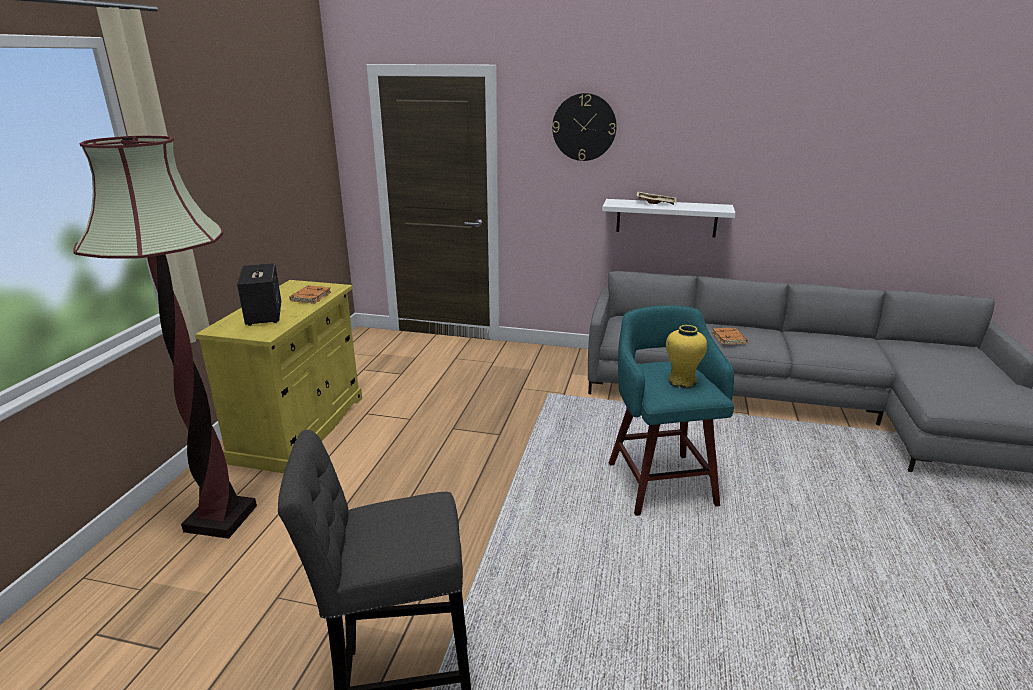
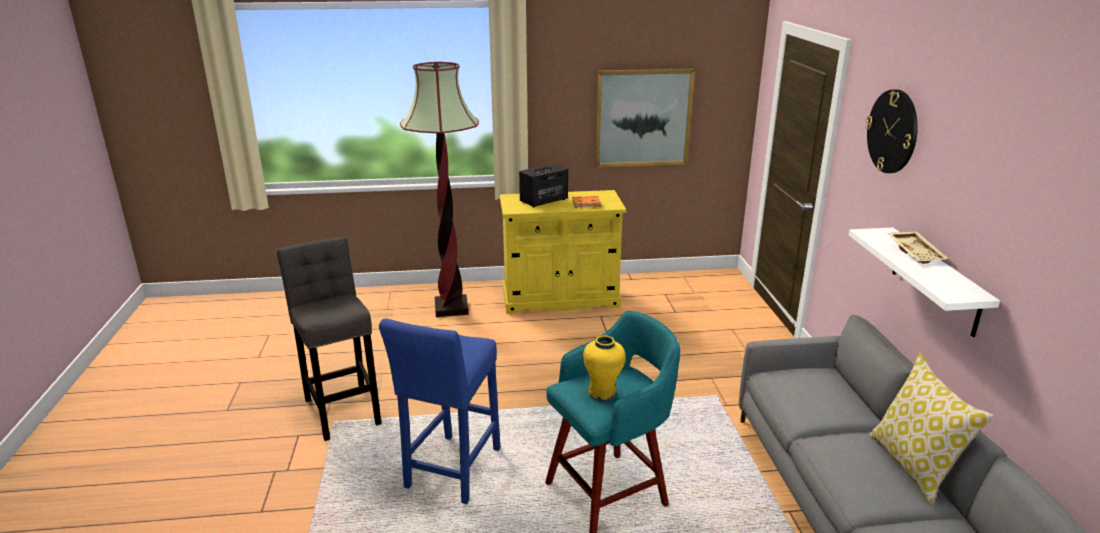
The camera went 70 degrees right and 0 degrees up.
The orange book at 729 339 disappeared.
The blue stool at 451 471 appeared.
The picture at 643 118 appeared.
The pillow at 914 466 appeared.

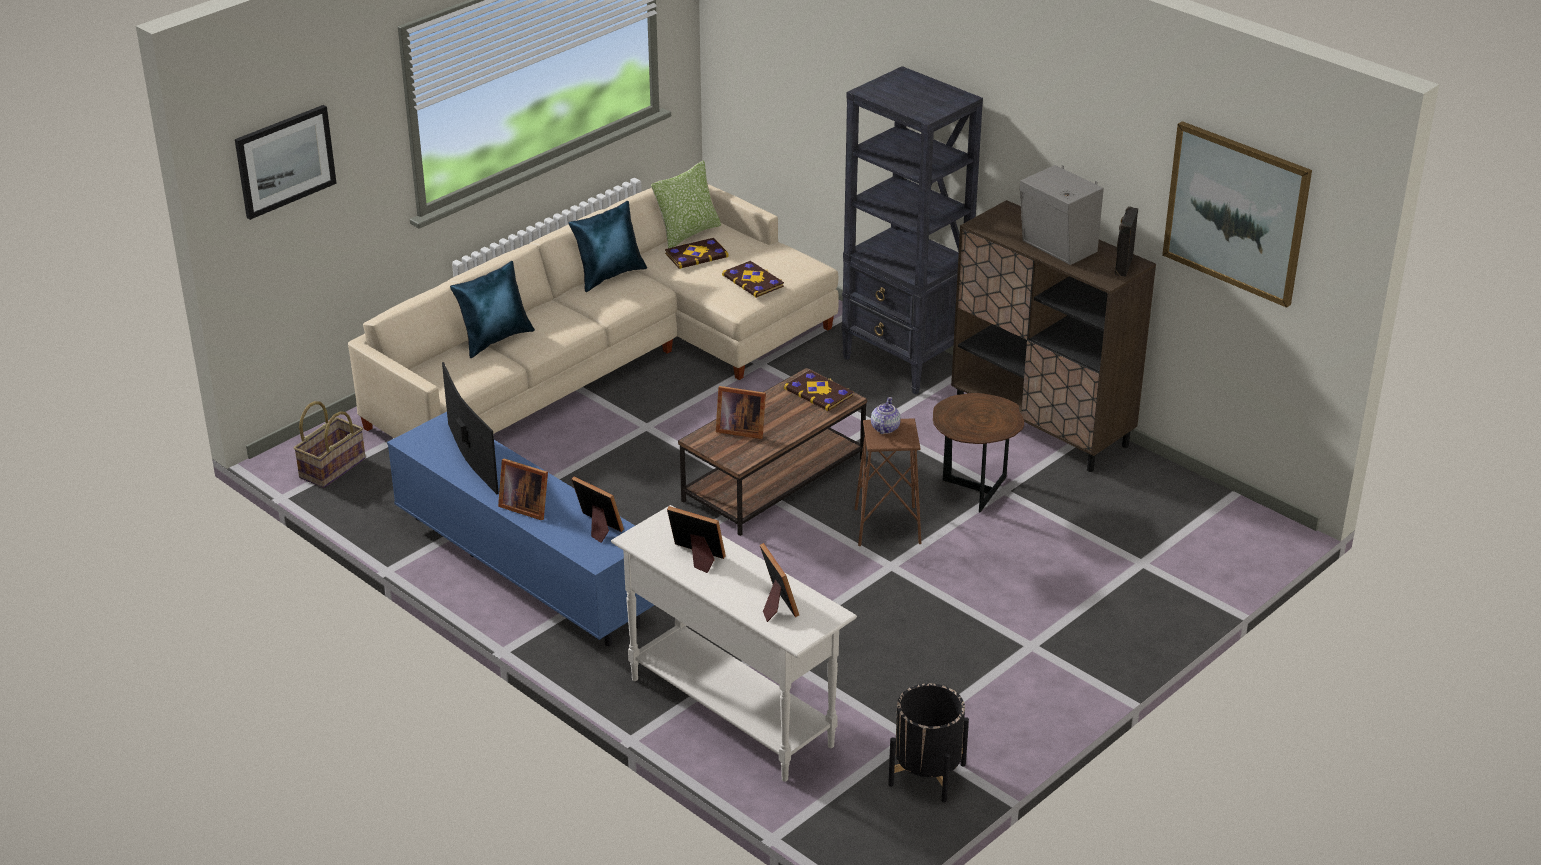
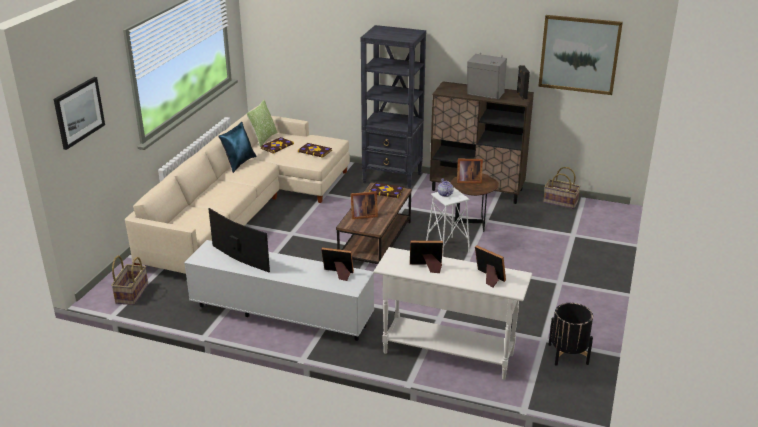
The camera went 25 degrees left and 5 degrees down.
The blue pillow at 495 339 disappeared.
The basket at 560 202 appeared.
The picture frame moved from 524 506 to 467 180.
The blue tv stand at 524 569 became the white tv stand at 281 315.
The brown stool at 886 526 became the white stool at 447 248.

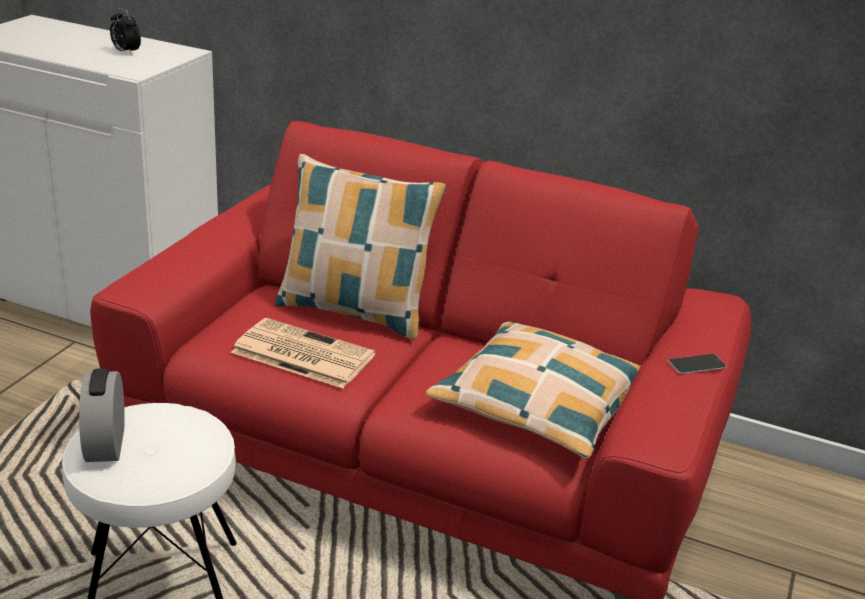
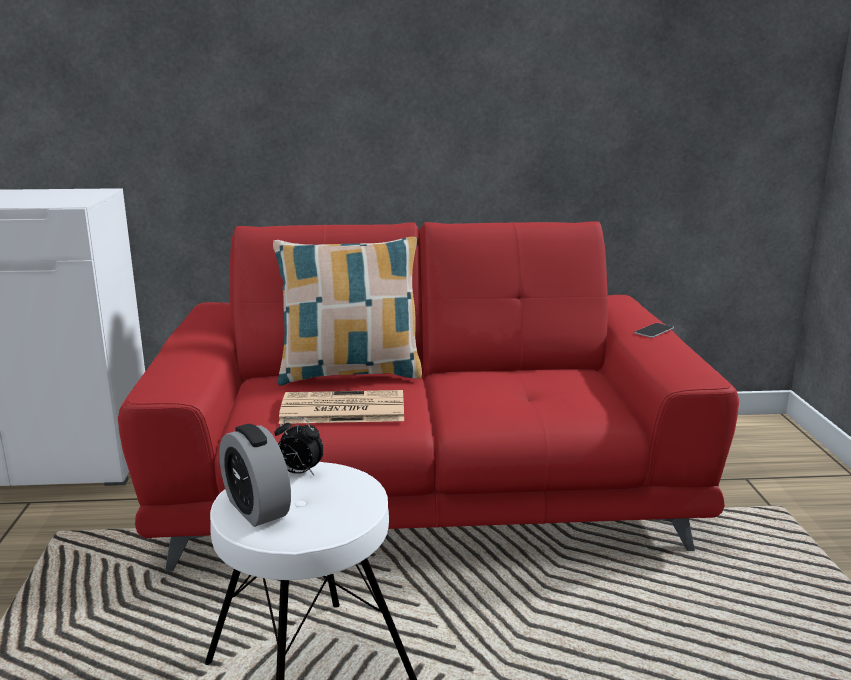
The camera went 25 degrees left and 10 degrees down.
The pillow at 539 403 disappeared.
The alarm clock moved from 126 52 to 299 472.

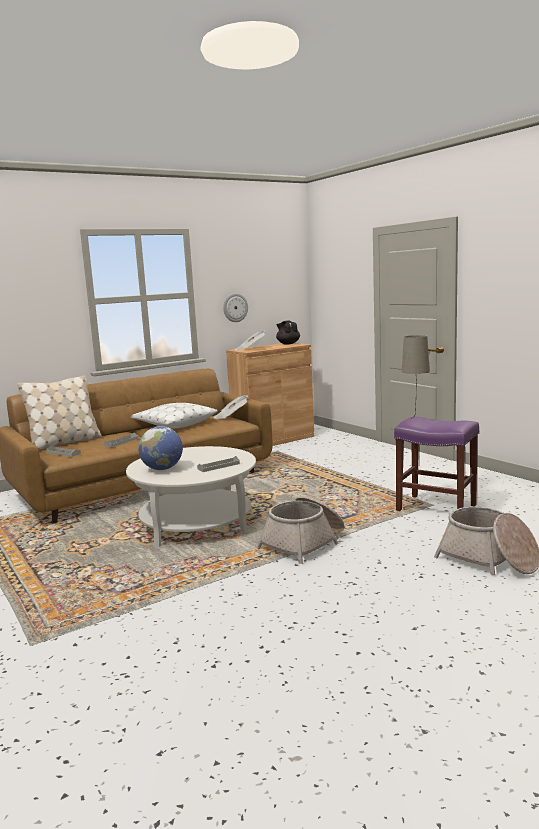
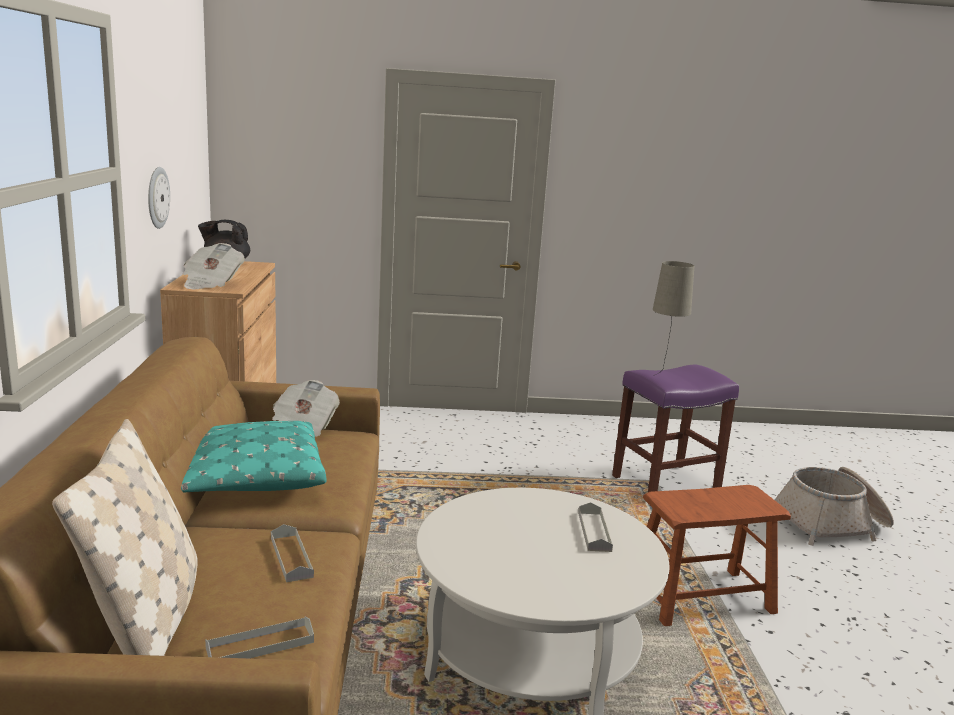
The camera went 60 degrees left and 5 degrees up.
The globe at 162 469 disappeared.
The basket at 304 543 was replaced by the brown stool at 700 597.
The white pillow at 173 424 became the turquoise pillow at 249 476.

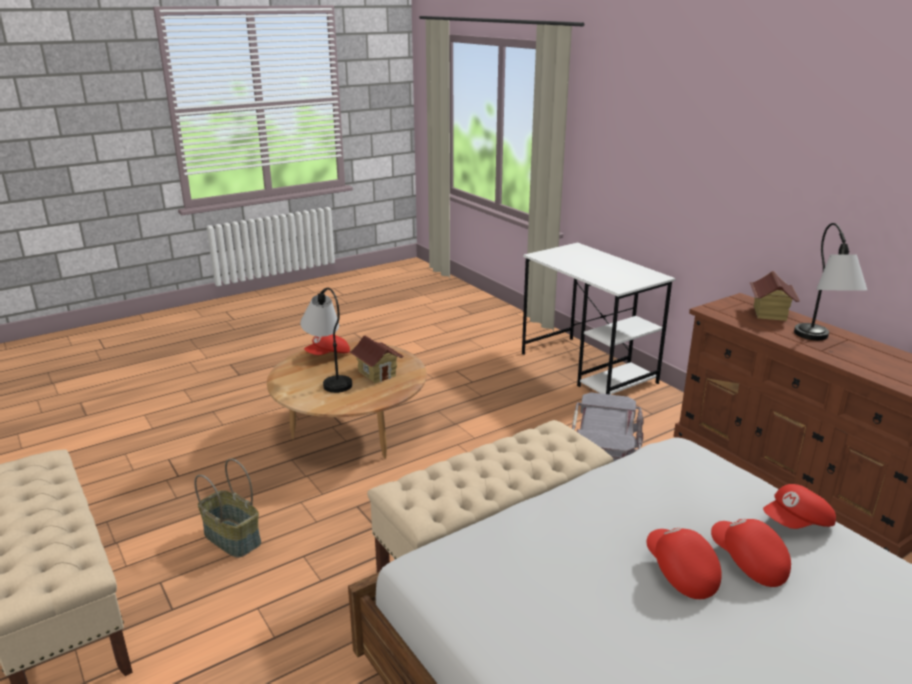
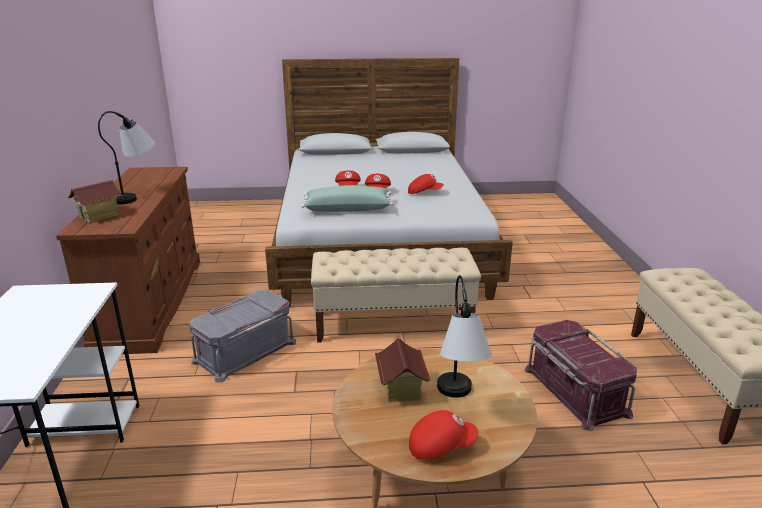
The camera went 150 degrees left and 0 degrees up.
The green pillow at 348 209 appeared.
The red cap moved from 797 523 to 424 192.
The basket at 233 538 was replaced by the red storage box at 574 391.

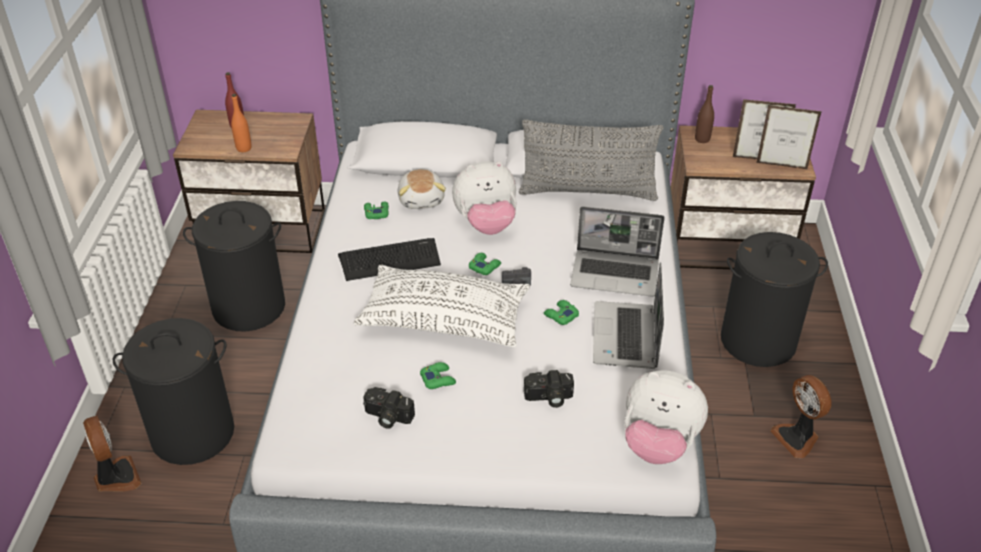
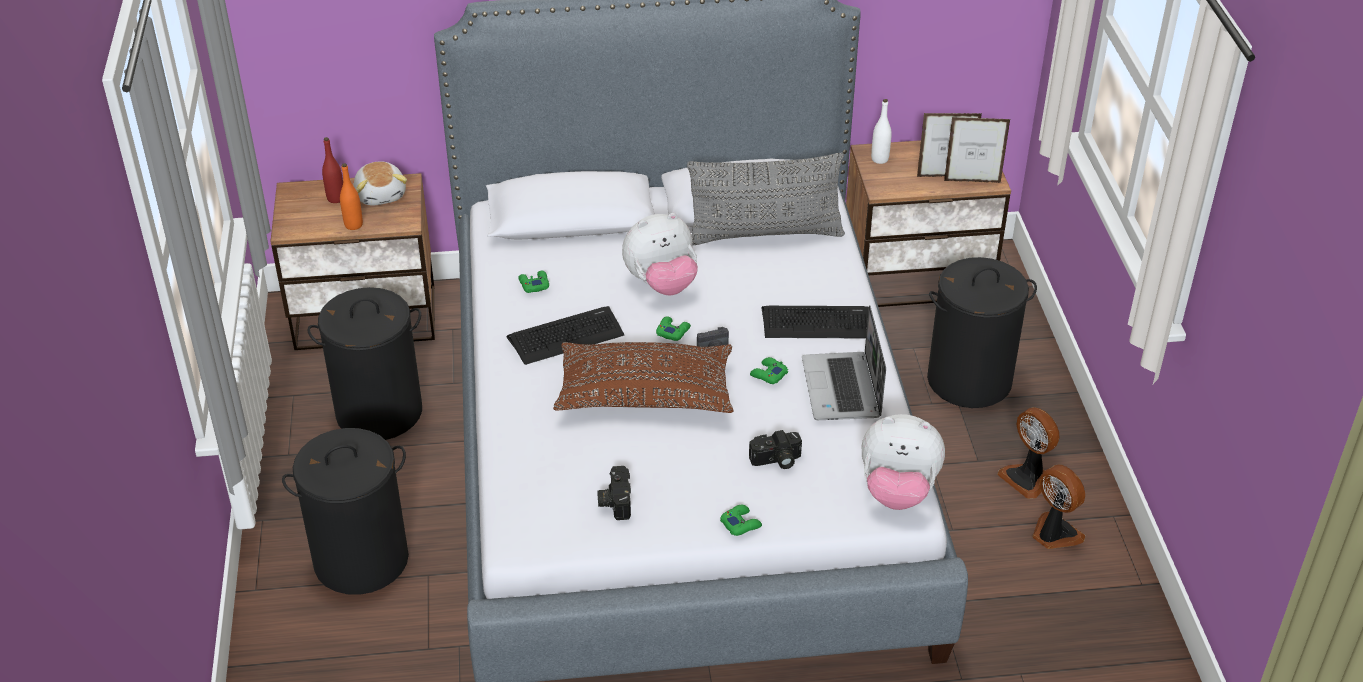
The camera went 10 degrees left and 0 degrees up.
The fan moved from 116 477 to 1054 534.
The plush toy moved from 422 199 to 381 194.
The green game controller moved from 438 379 to 740 523.
The laptop at 616 274 was replaced by the keyboard at 817 323.
The white pillow at 444 320 became the brown pillow at 645 394.
The brown bottle at 702 139 became the white bottle at 879 159.
The photo camera at 387 417 turned 75 degrees clockwise.

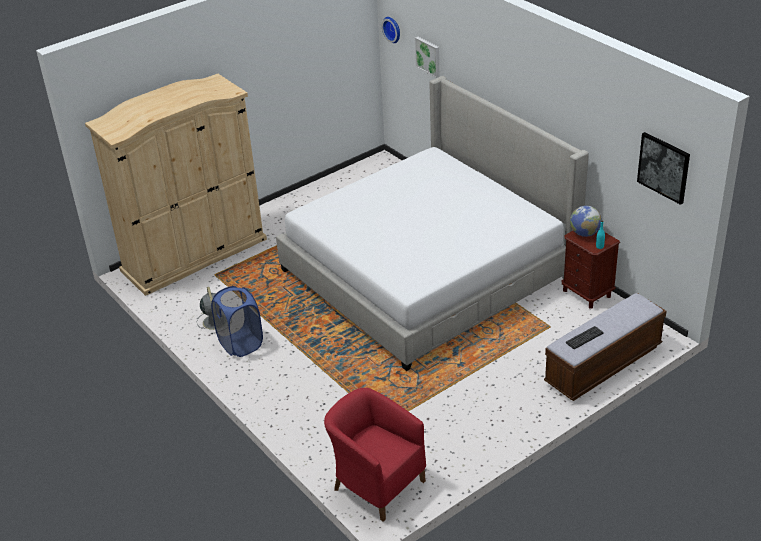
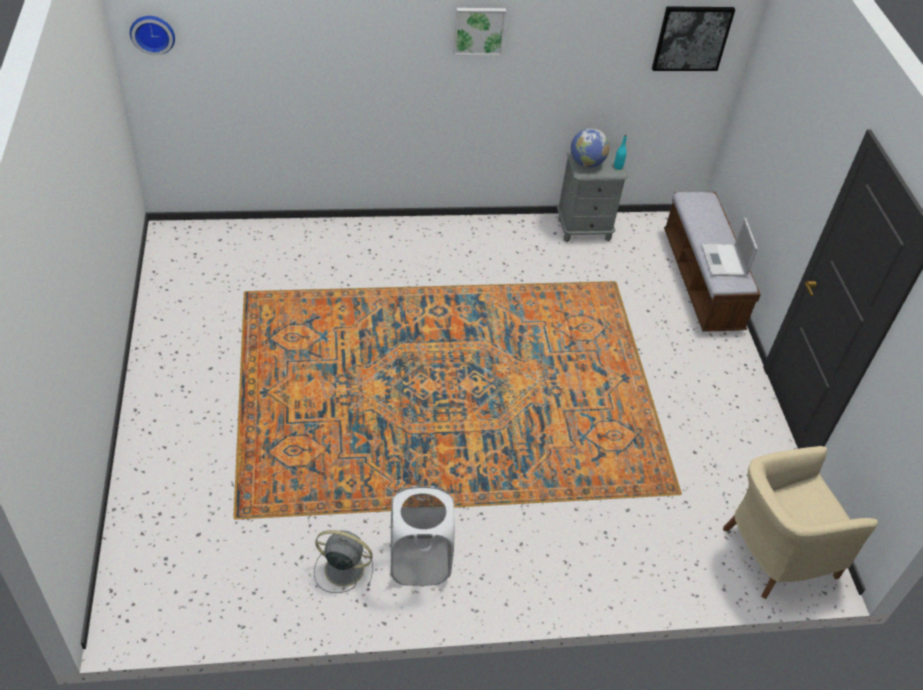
The camera went 65 degrees left and 10 degrees up.
The beige wardrobe at 194 254 disappeared.
The bed at 427 272 disappeared.
The picture moved from 428 56 to 479 30.
The keyboard at 584 338 was replaced by the laptop at 724 261.
The blue laundry basket at 240 344 became the white laundry basket at 419 562.
The red armchair at 376 483 became the beige armchair at 774 553.
The brown nightstand at 587 293 became the grey nightstand at 584 229.

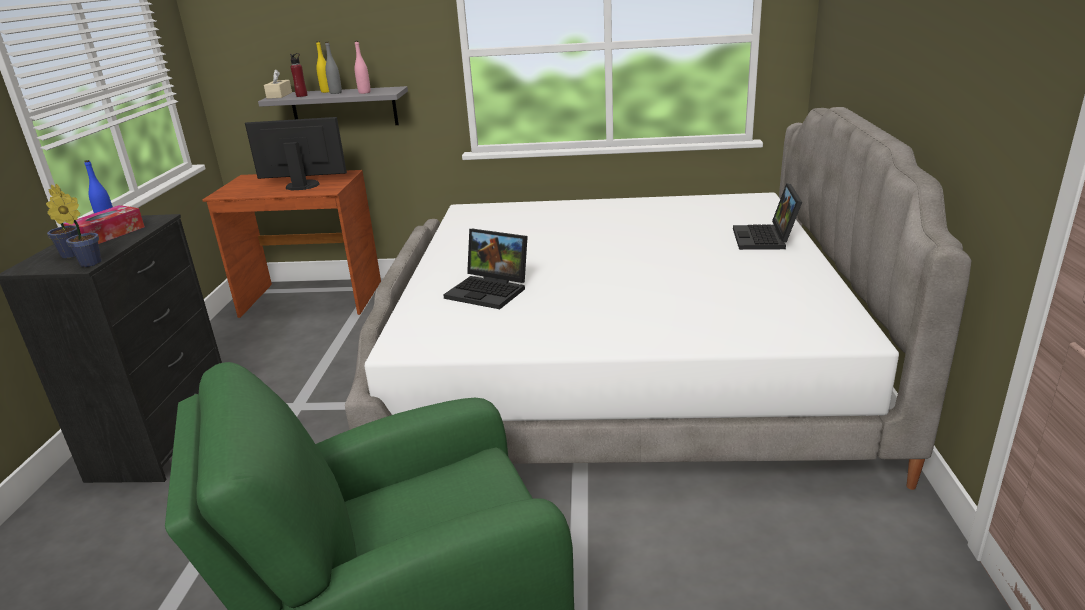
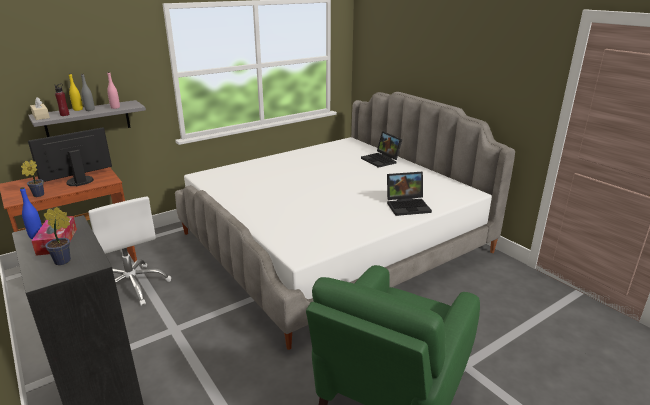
The camera went 40 degrees left and 0 degrees up.
The white office chair at 132 286 appeared.
The potted plant moved from 88 264 to 37 195.
The laptop moved from 490 291 to 408 206.

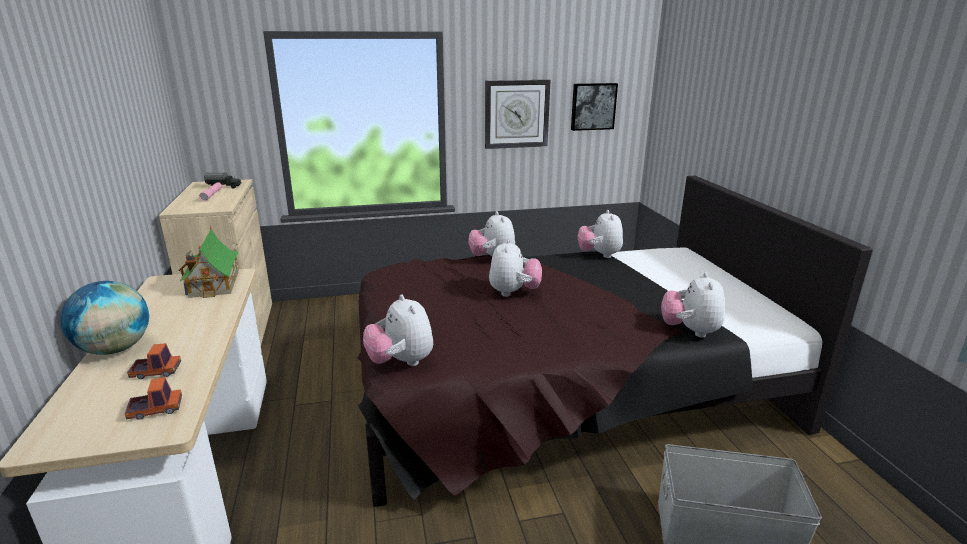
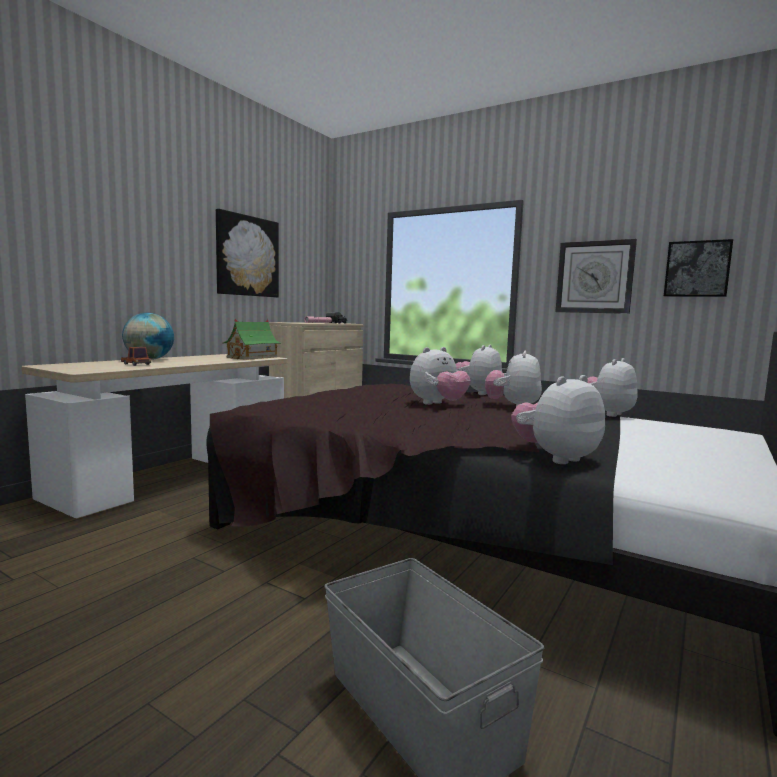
The camera went 45 degrees right and 15 degrees down.
The toy truck at 156 410 disappeared.
The picture at 247 256 appeared.
The plush toy moved from 401 362 to 512 406.

